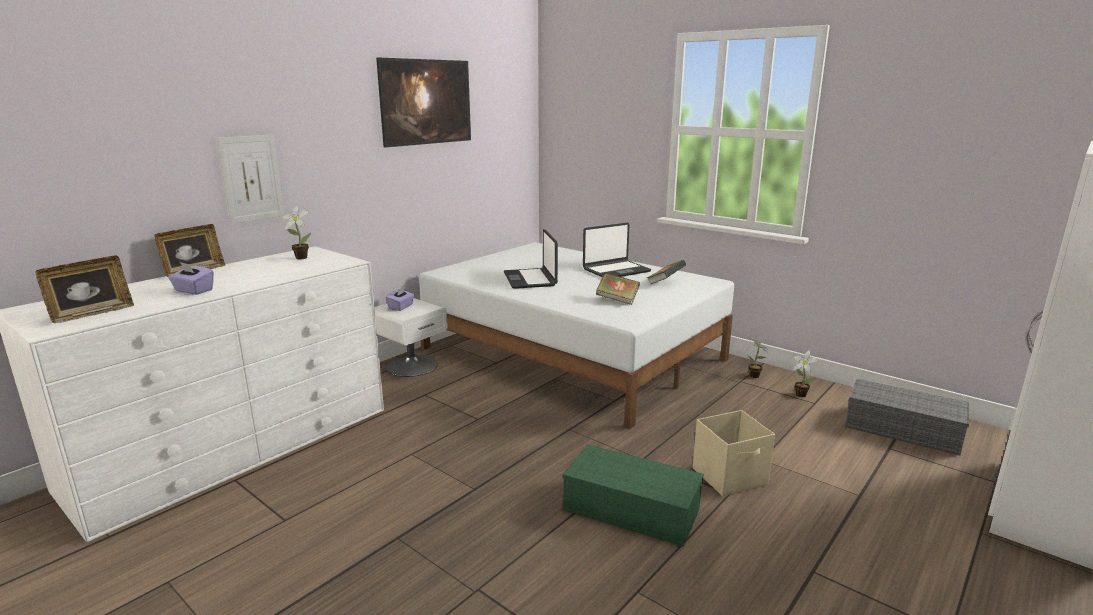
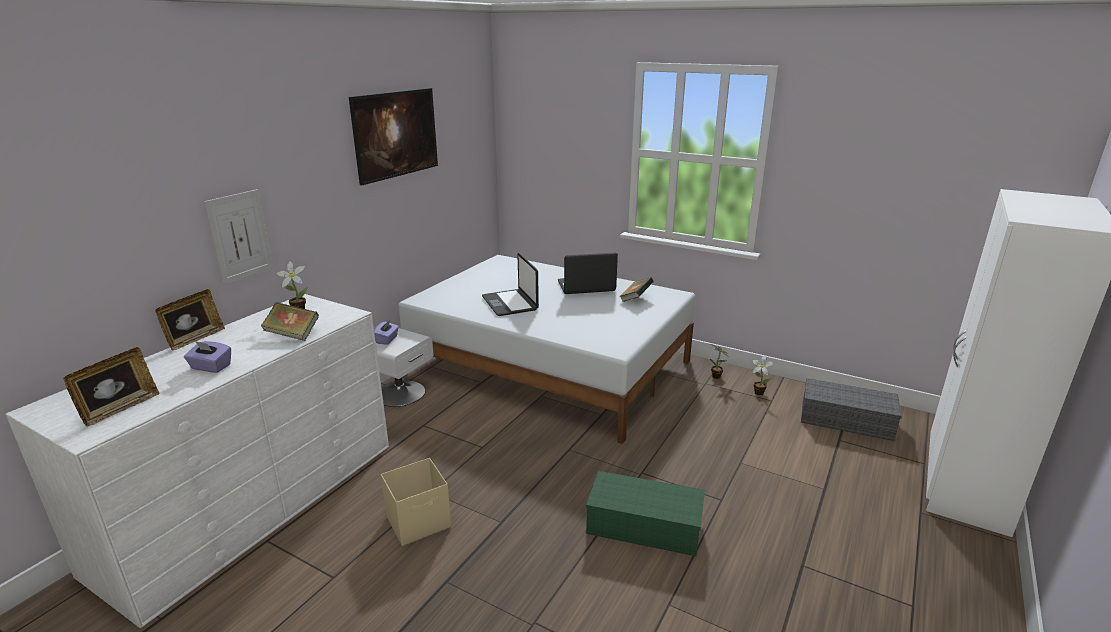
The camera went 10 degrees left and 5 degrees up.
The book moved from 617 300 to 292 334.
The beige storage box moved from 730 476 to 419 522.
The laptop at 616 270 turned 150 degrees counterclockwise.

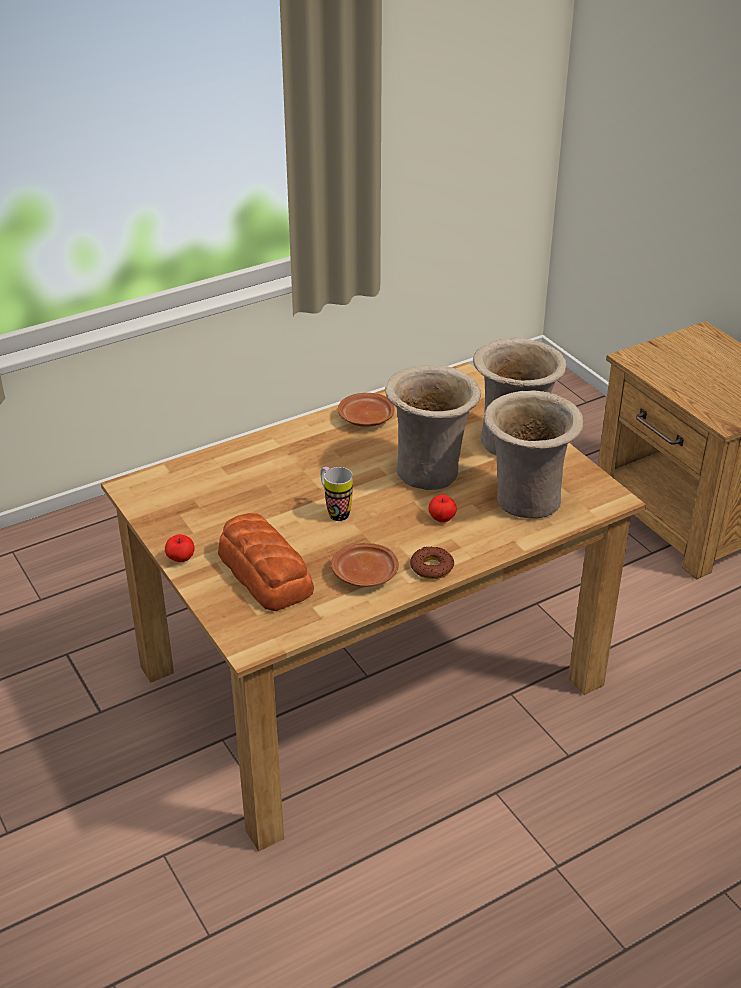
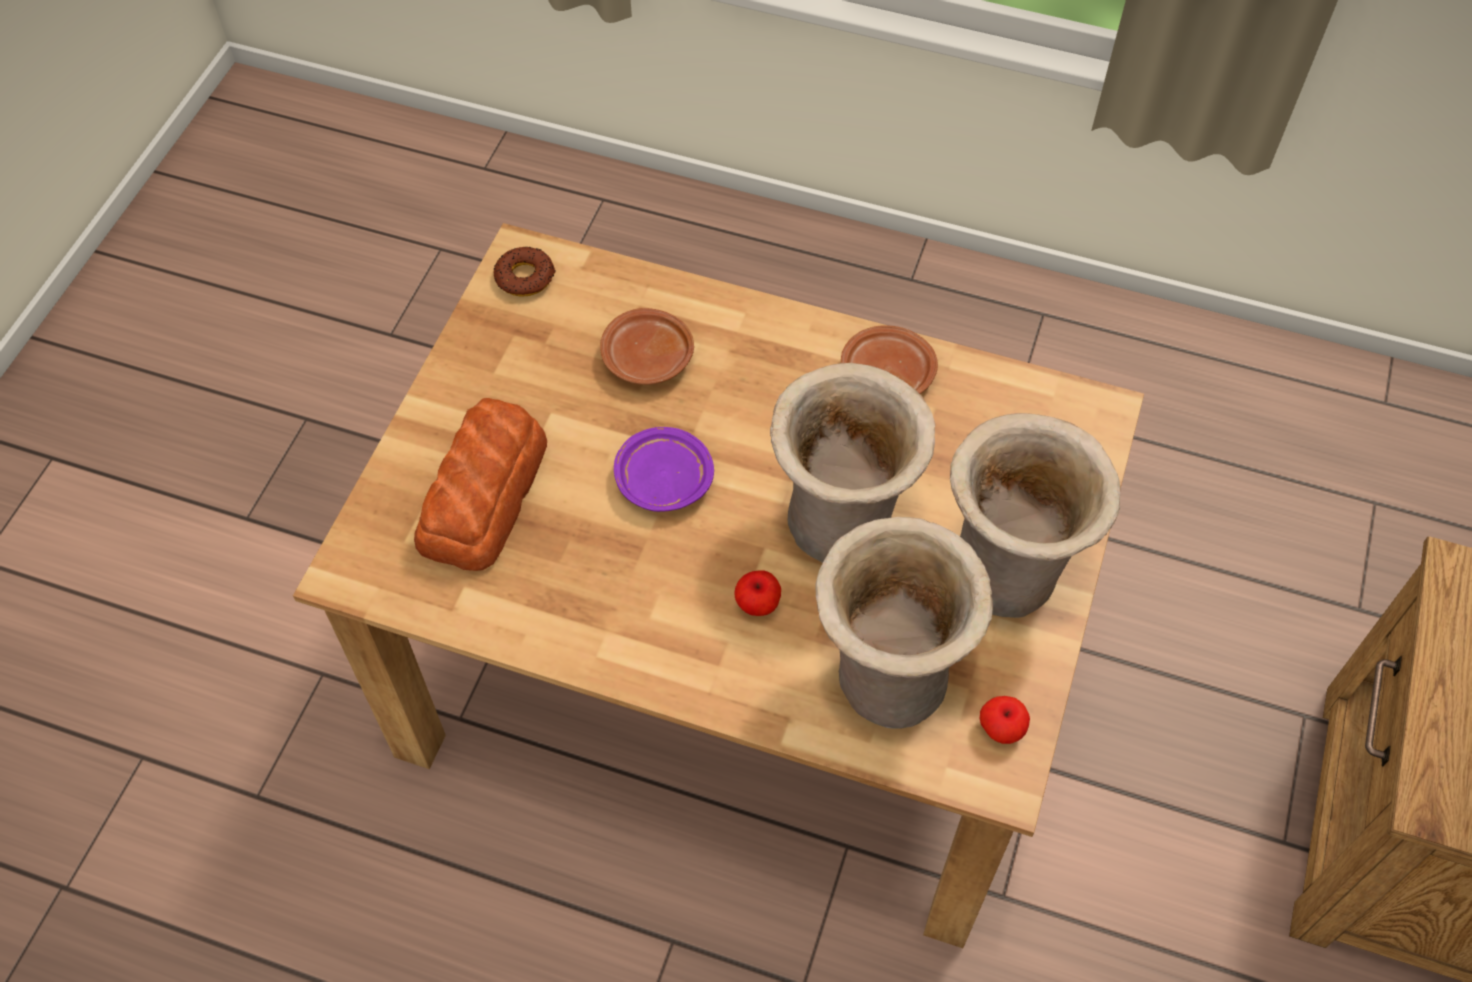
The camera went 50 degrees right and 20 degrees up.
The apple moved from 180 559 to 1001 729.
The brown plate moved from 366 574 to 648 358.
The donut moved from 431 567 to 525 277.
The mug at 334 511 was replaced by the purple plate at 663 479.

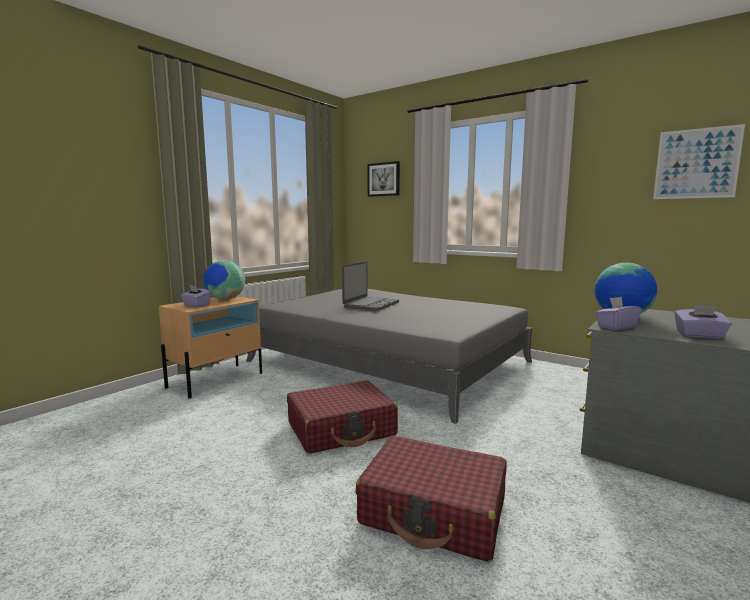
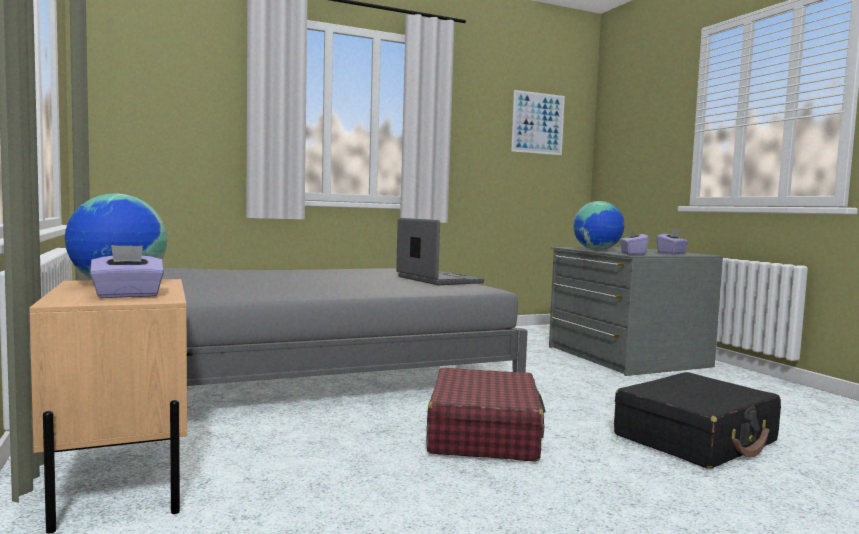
The camera went 60 degrees left and 5 degrees down.
The picture at 384 179 disappeared.
The laptop moved from 371 305 to 438 280.
The red suitcase at 434 511 became the black suitcase at 696 439.

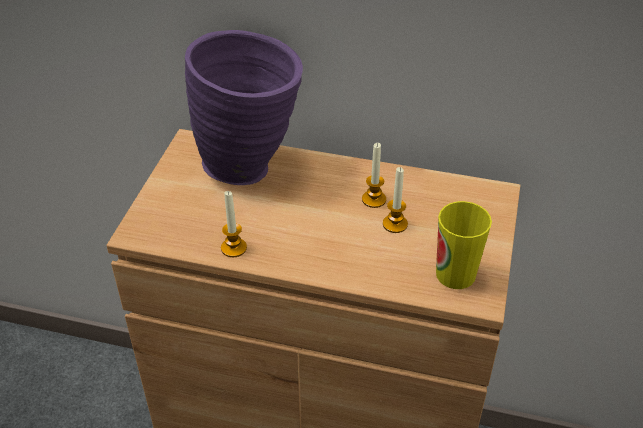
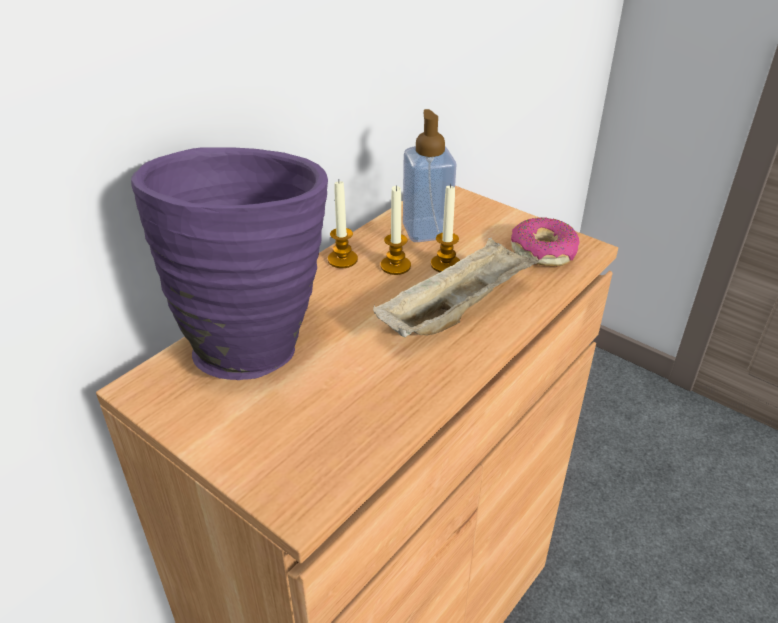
The camera went 65 degrees left and 5 degrees down.
The beige tray at 456 310 appeared.
The soap dispenser at 427 230 appeared.
The candle moved from 233 248 to 342 259.
The cup at 455 274 was replaced by the donut at 543 251.

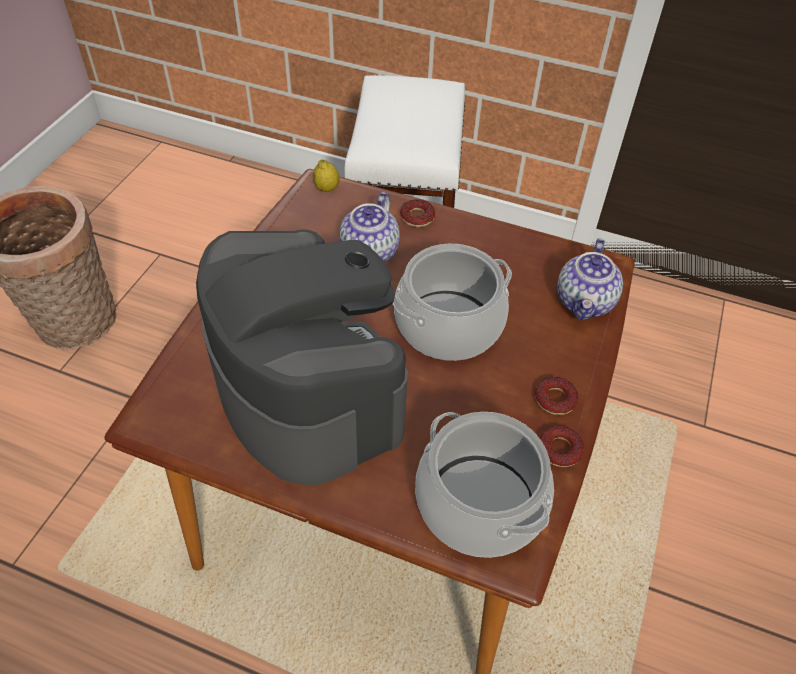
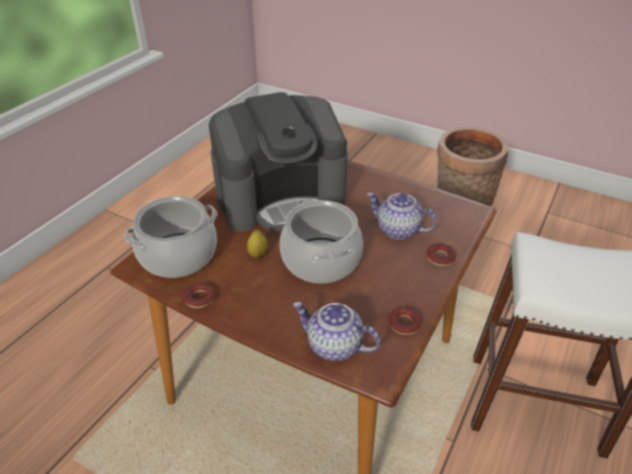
The camera went 100 degrees right and 10 degrees down.
The lemon moved from 326 189 to 258 255.
The donut moved from 555 399 to 404 324.

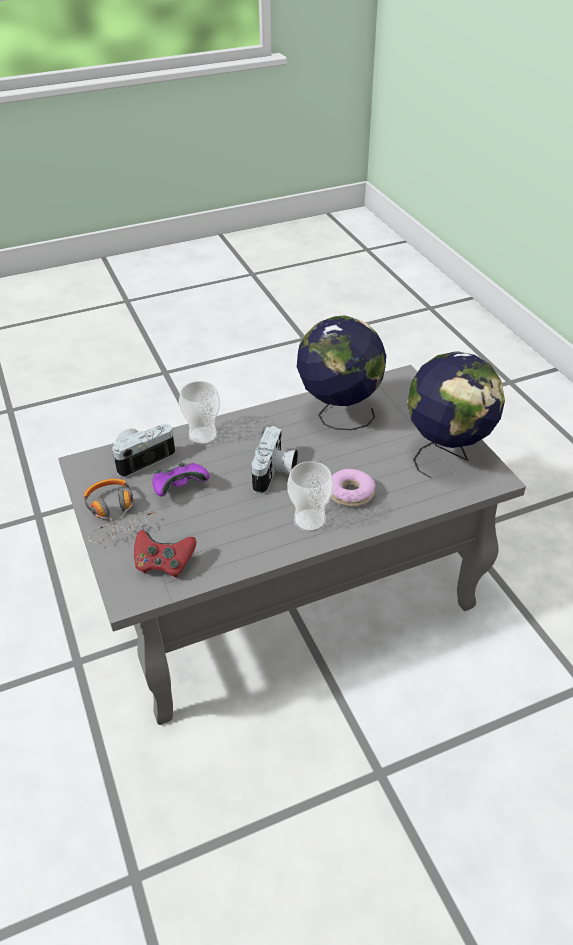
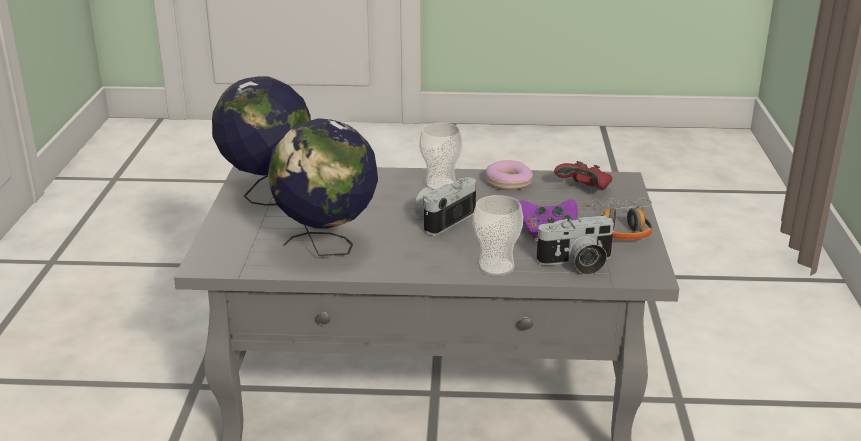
The camera went 155 degrees left and 15 degrees down.
The donut moved from 350 493 to 508 183.

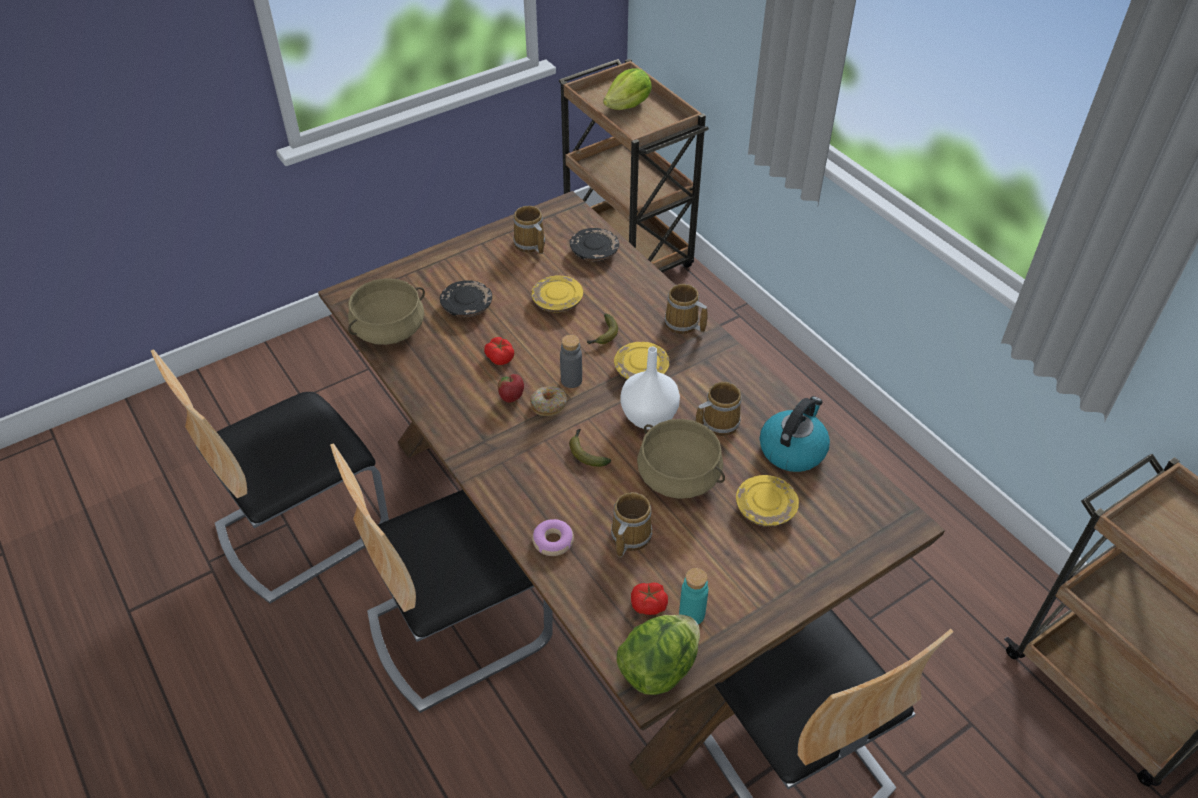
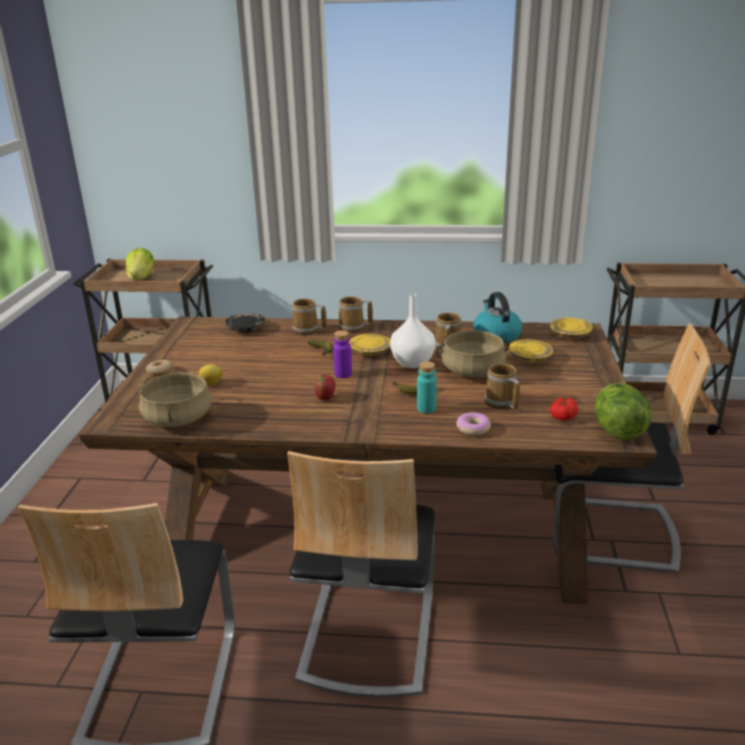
The camera went 50 degrees left and 20 degrees down.
The tomato at 500 357 disappeared.
The mug moved from 529 244 to 307 330.
The donut moved from 548 405 to 160 373.
The yellow plate moved from 557 301 to 570 335.
The turquoise bottle moved from 692 614 to 426 408.
The black plate at 467 306 was replaced by the lemon at 212 383.
The grey bottle at 571 380 became the purple bottle at 343 374.

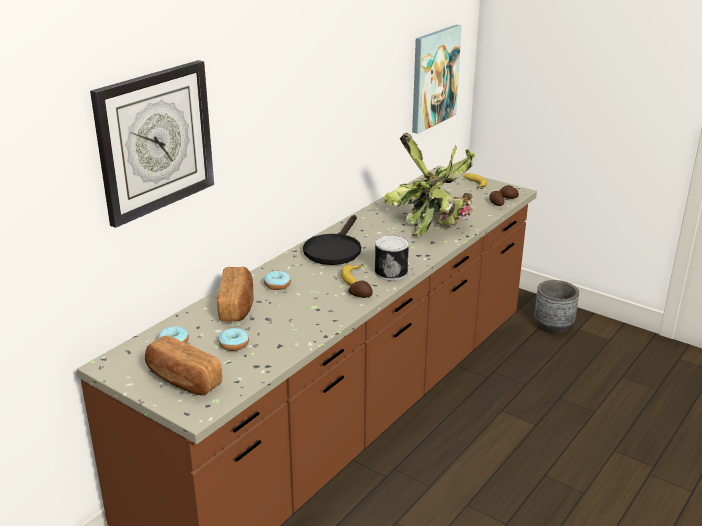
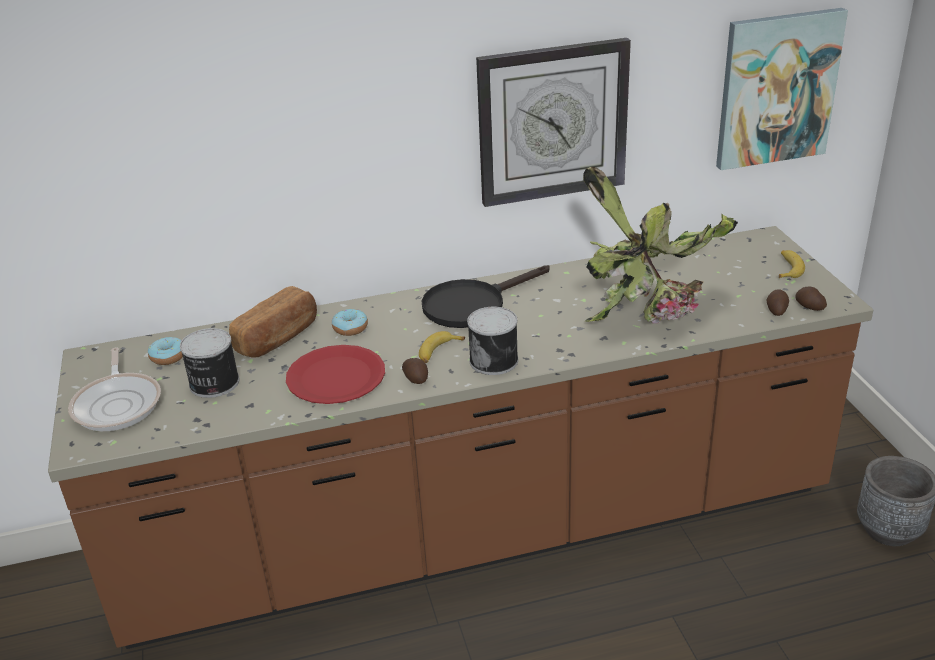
The camera went 40 degrees right and 5 degrees up.
The red plate at 336 377 appeared.
The wall clock moved from 155 141 to 552 122.
The bread at 183 380 was replaced by the frying pan at 118 404.
The donut at 234 344 was replaced by the can at 213 383.

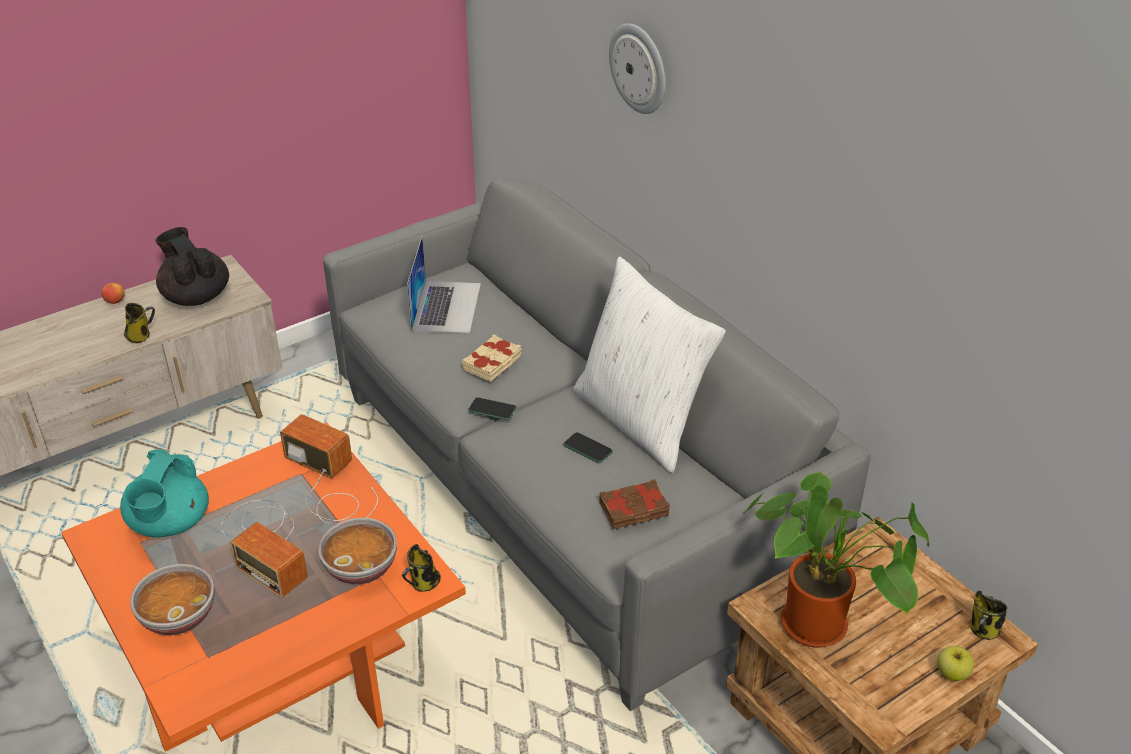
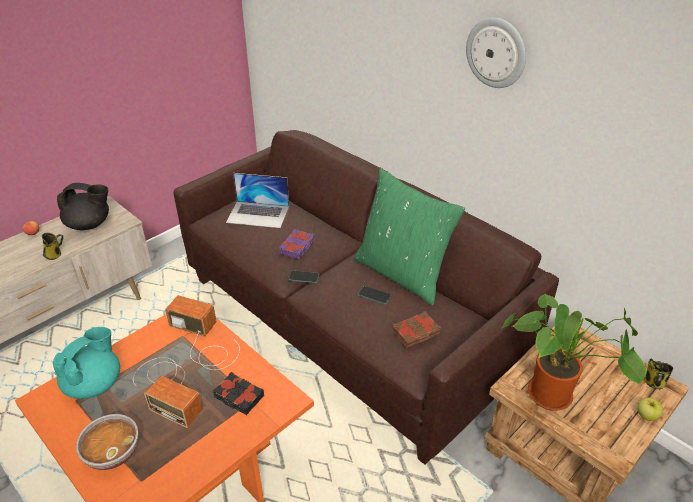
The camera went 10 degrees left and 0 degrees up.
The mug at 423 583 disappeared.
The wall clock moved from 639 68 to 496 52.
The bowl at 361 567 was replaced by the black book at 238 397.
The grey sofa at 568 492 became the brown sofa at 348 323.
The beige book at 493 363 became the purple book at 297 247.
The white pillow at 641 420 became the green pillow at 402 273.
The turquoise teapot at 169 524 turned 150 degrees counterclockwise.
The black teapot at 196 296 turned 135 degrees clockwise.
The laptop at 446 306 turned 105 degrees clockwise.

